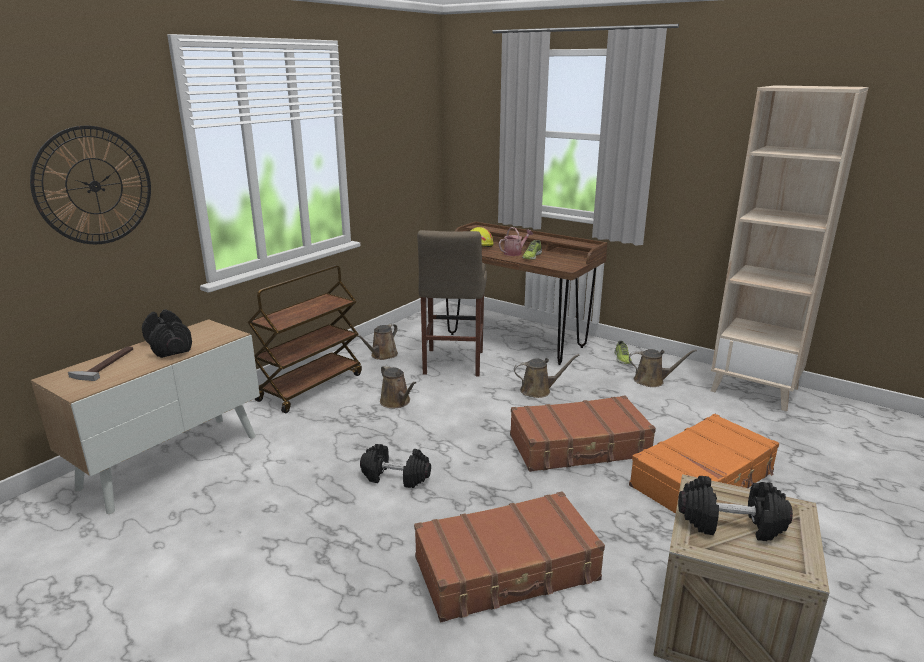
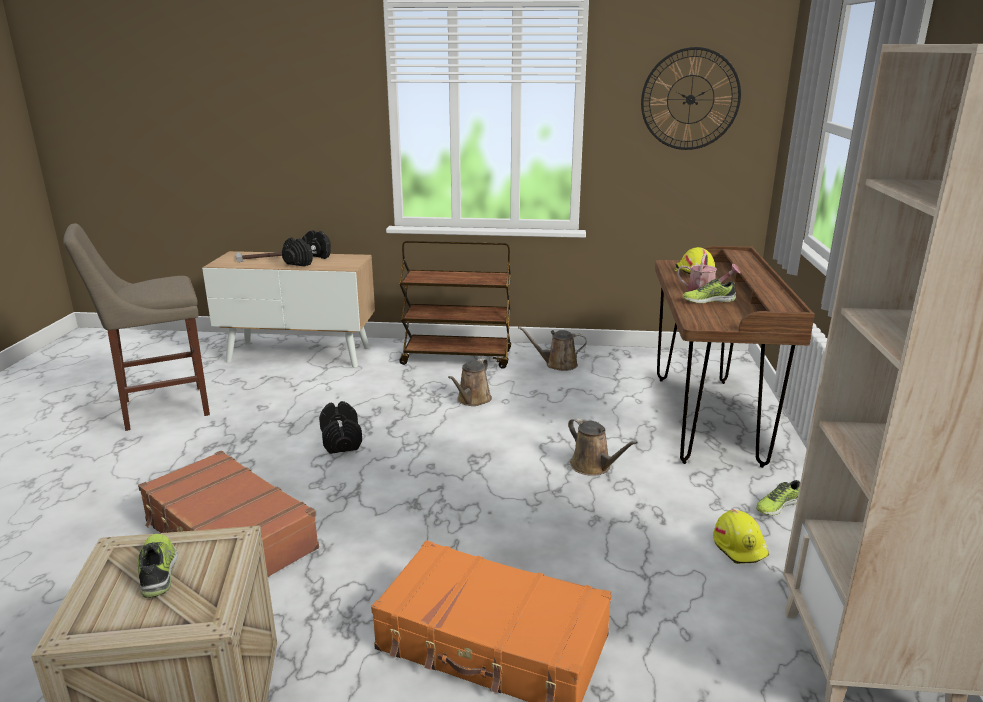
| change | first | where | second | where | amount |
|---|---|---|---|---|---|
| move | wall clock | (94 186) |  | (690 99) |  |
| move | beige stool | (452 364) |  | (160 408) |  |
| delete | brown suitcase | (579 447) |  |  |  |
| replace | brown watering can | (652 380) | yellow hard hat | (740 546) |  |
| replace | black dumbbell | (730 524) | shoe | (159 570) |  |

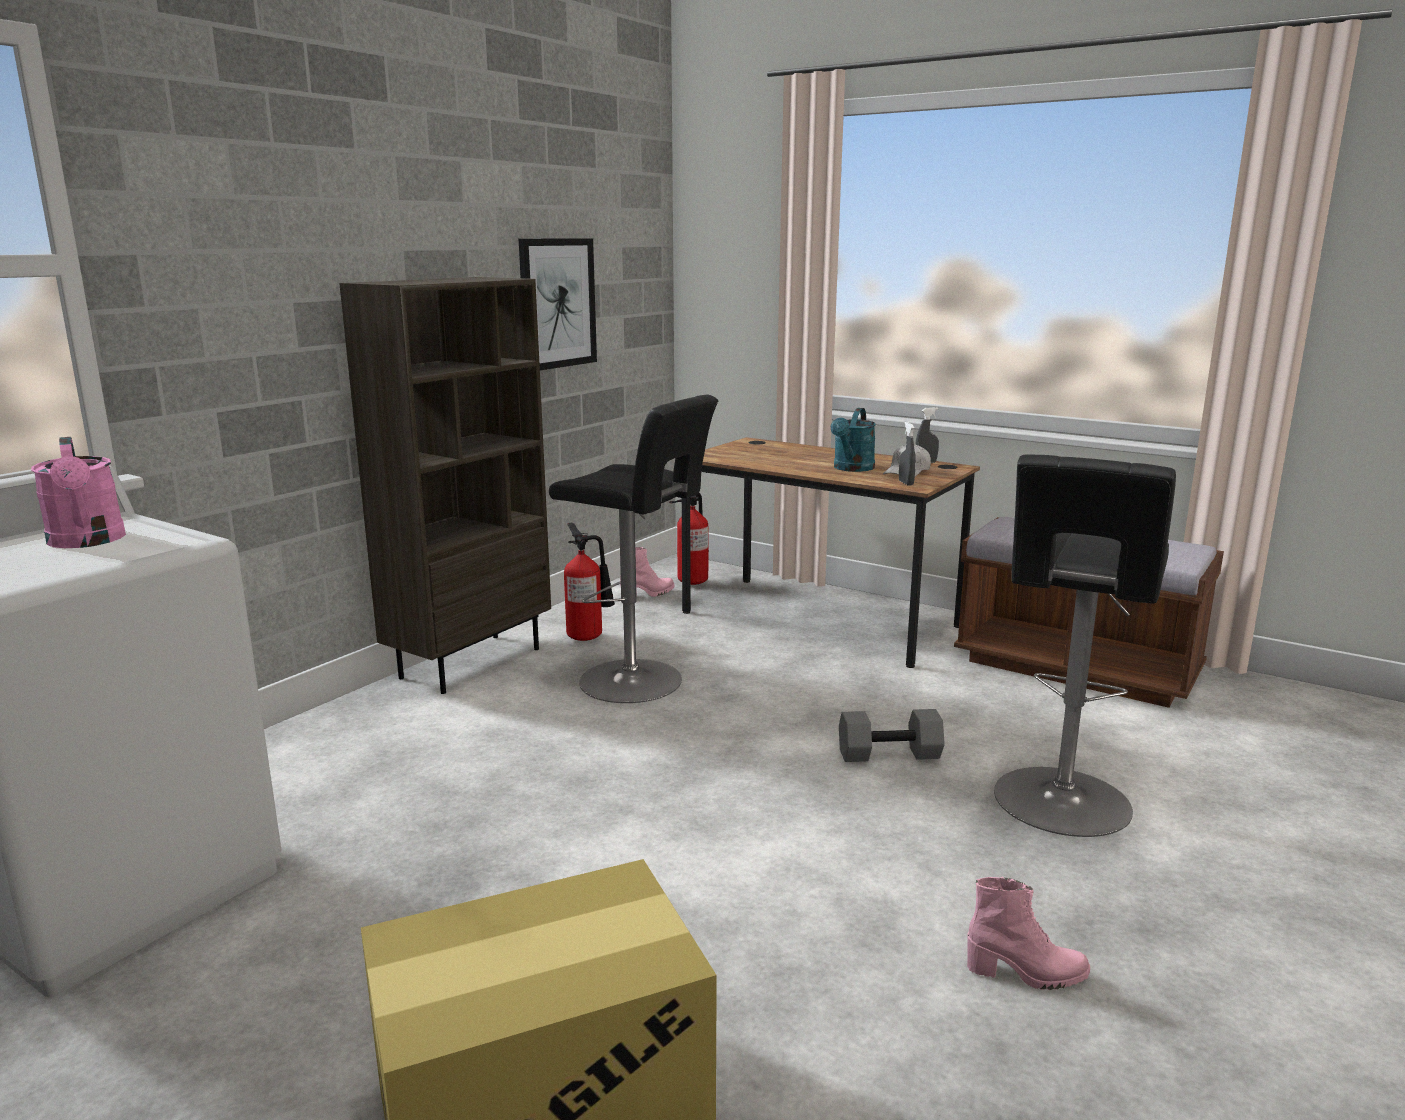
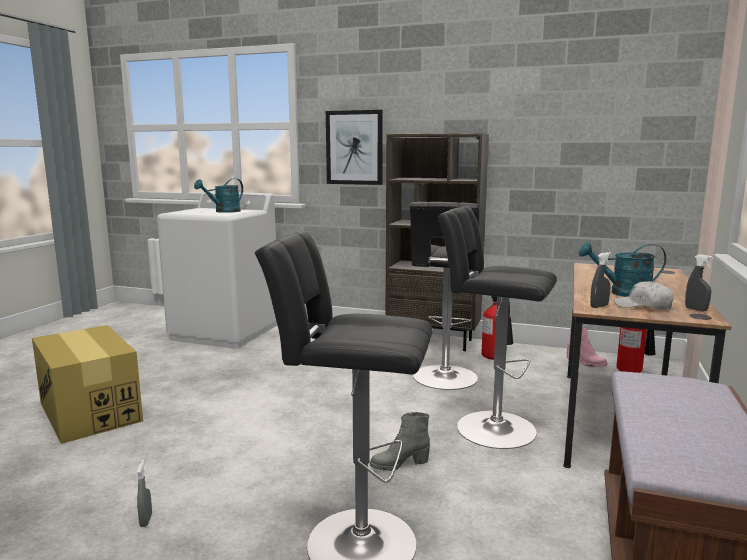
| change | first | where | second | where | amount |
|---|---|---|---|---|---|
| recolor | pink watering can | (87 541) | turquoise watering can | (223 211) |  |
| move | picture | (557 303) |  | (354 147) |  |
| replace | grey dumbbell | (890 754) | grey boot | (399 464) |  |
| replace | pink boot | (1026 974) | grey spray bottle | (146 520) |  |
| insert |  |  | black stool | (490 428) |  |

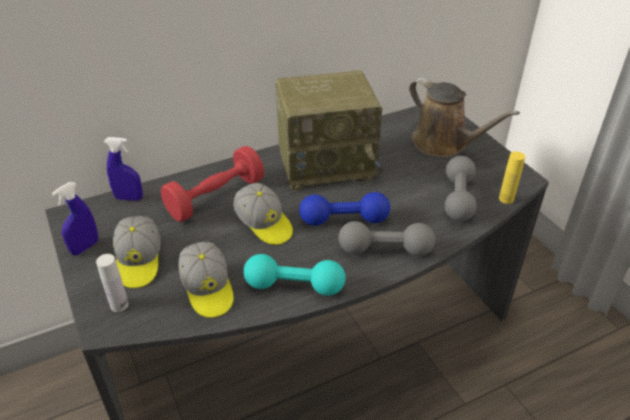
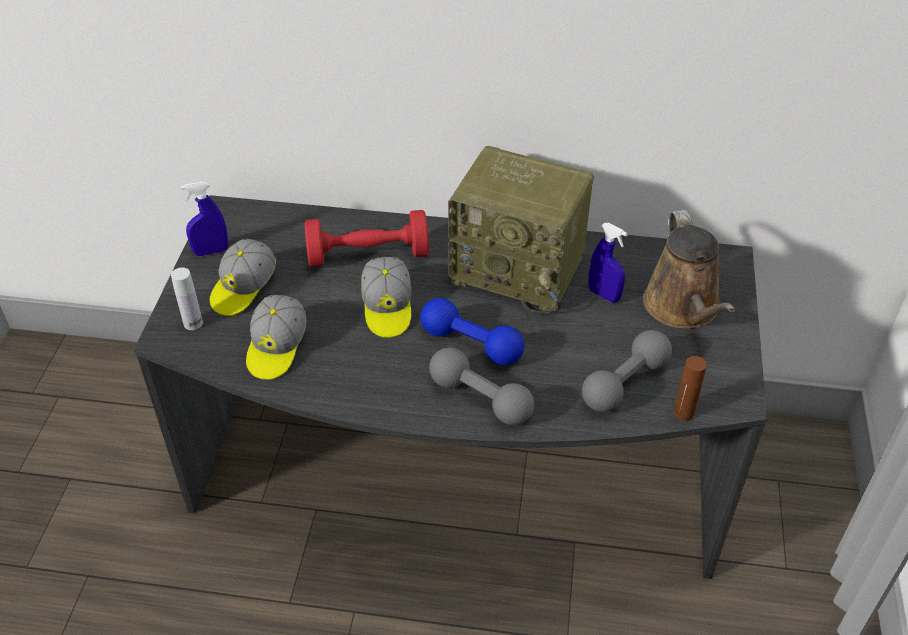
| change | first | where | second | where | amount |
|---|---|---|---|---|---|
| move | blue spray bottle | (129 198) |  | (604 295) |  |
| delete | turquoise dumbbell | (294 286) |  |  |  |
| recolor | yellow bottle | (506 199) | brown bottle | (683 412) |  |

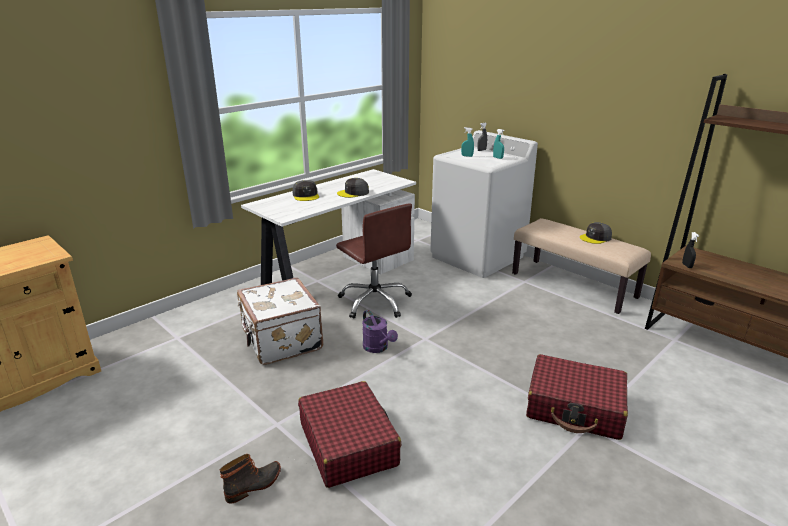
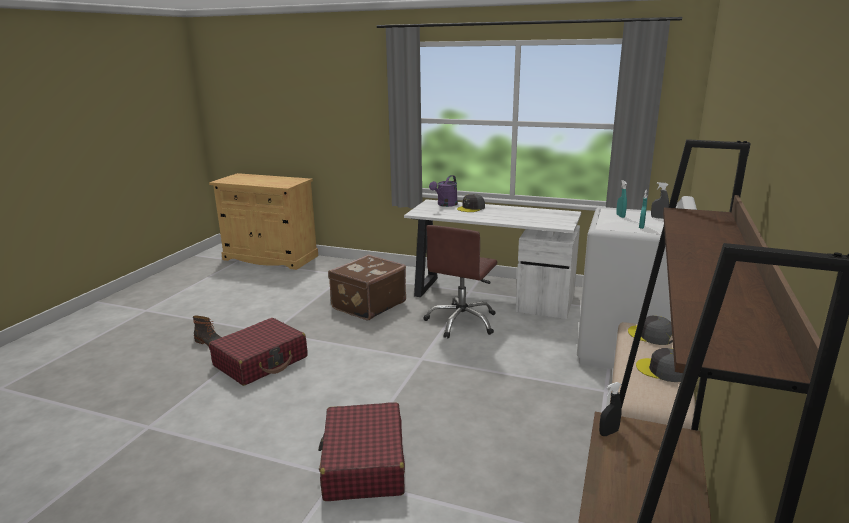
| change | first | where | second | where | amount |
|---|---|---|---|---|---|
| recolor | white suitcase | (280 341) | brown suitcase | (367 305) |  |
| move | grey cap | (353 193) |  | (651 335) |  |
| move | purple watering can | (378 348) |  | (445 205) |  |

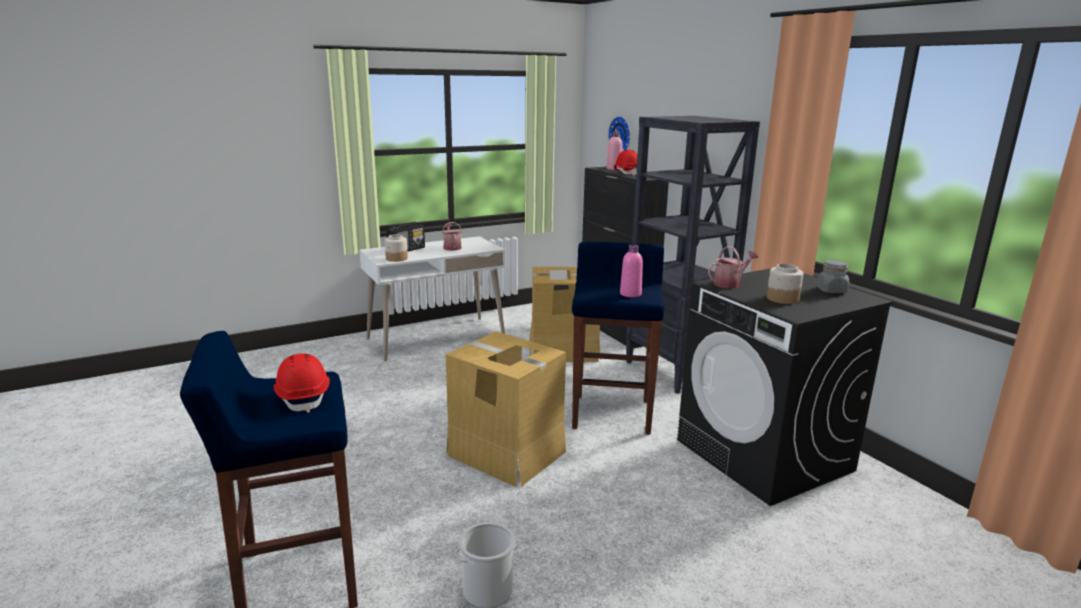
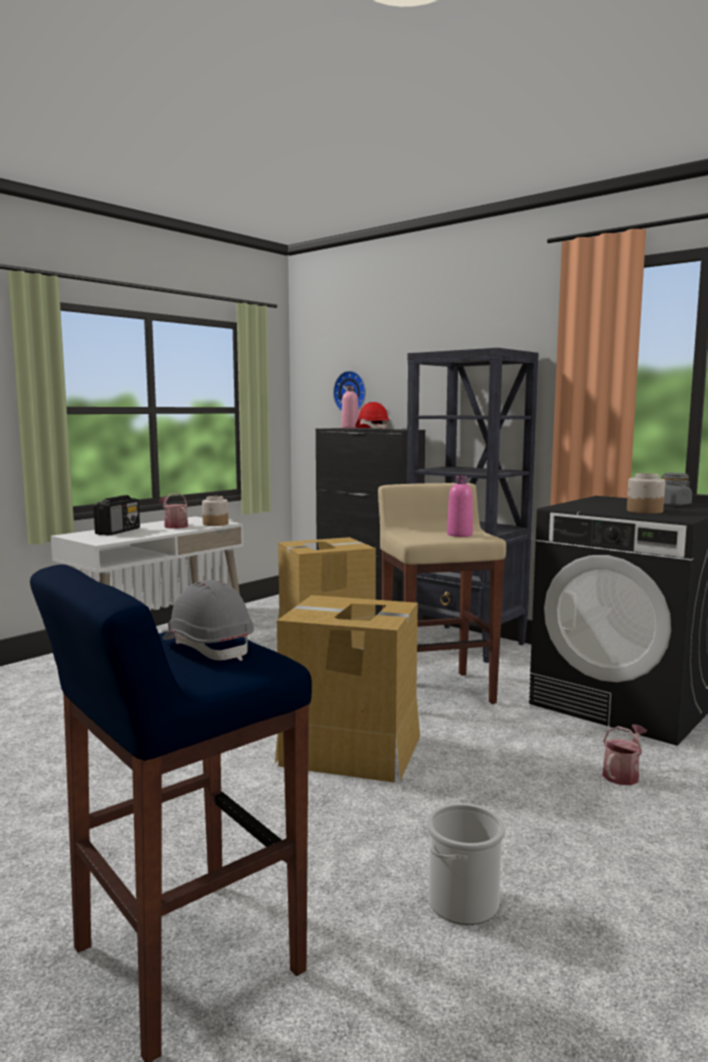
| change | first | where | second | where | amount |
|---|---|---|---|---|---|
| recolor | red hard hat | (304 397) | grey hard hat | (208 648) |  |
| move | jar | (396 259) |  | (215 524) |  |
| recolor | blue stool | (612 413) | beige stool | (436 691) |  |
| move | watering can | (730 283) |  | (622 774) |  |

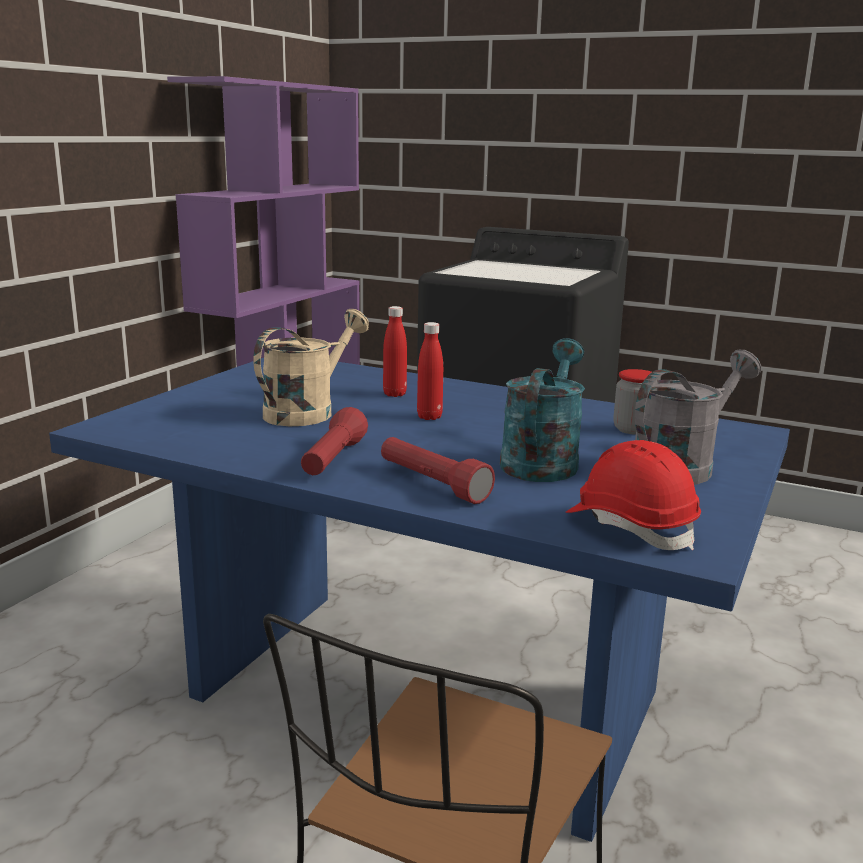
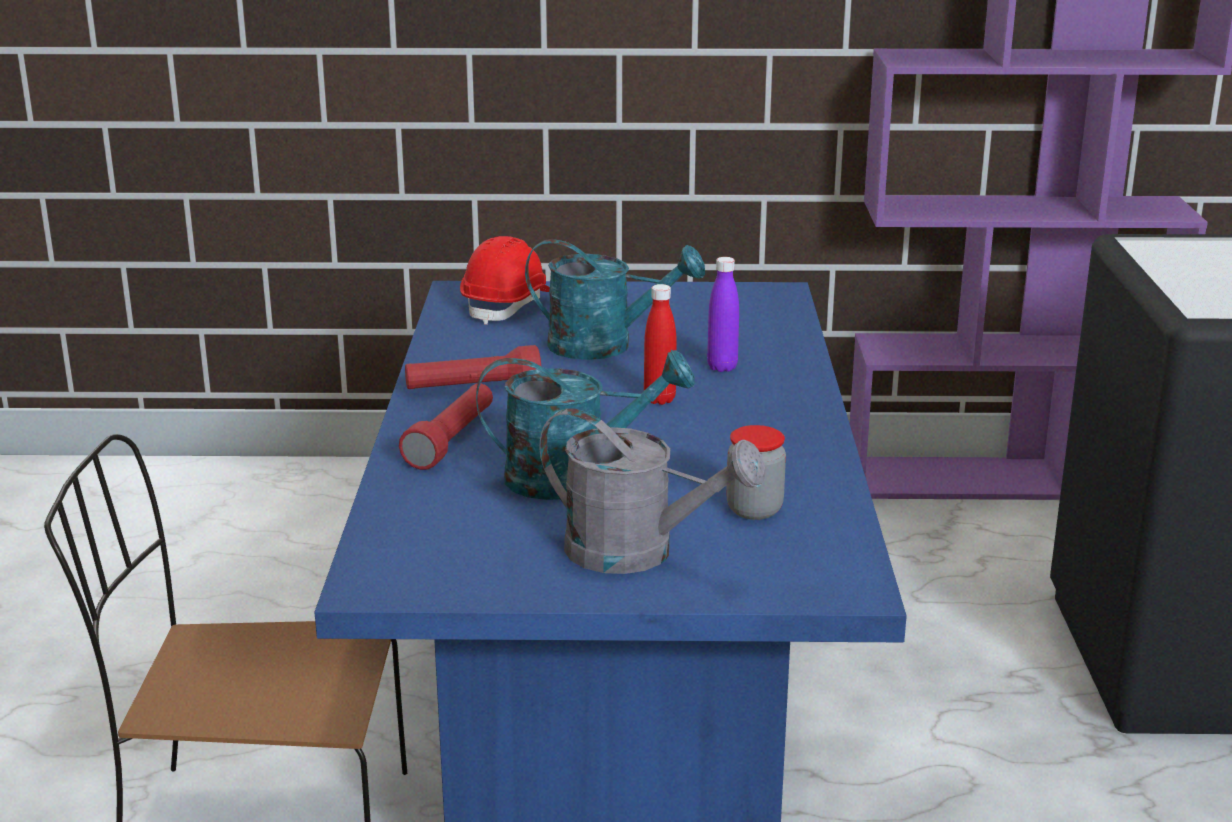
| change | first | where | second | where | amount |
|---|---|---|---|---|---|
| recolor | beige watering can | (307 411) | turquoise watering can | (605 346) |  |
| recolor | red bottle | (394 394) | purple bottle | (722 367) |  |
| move | red hard hat | (631 527) |  | (508 306) |  |

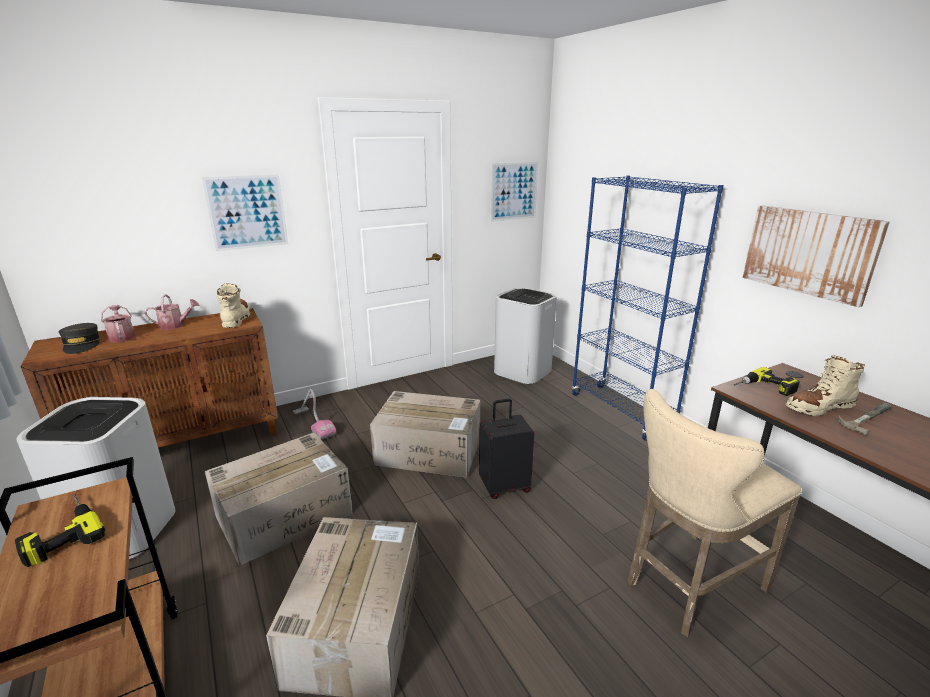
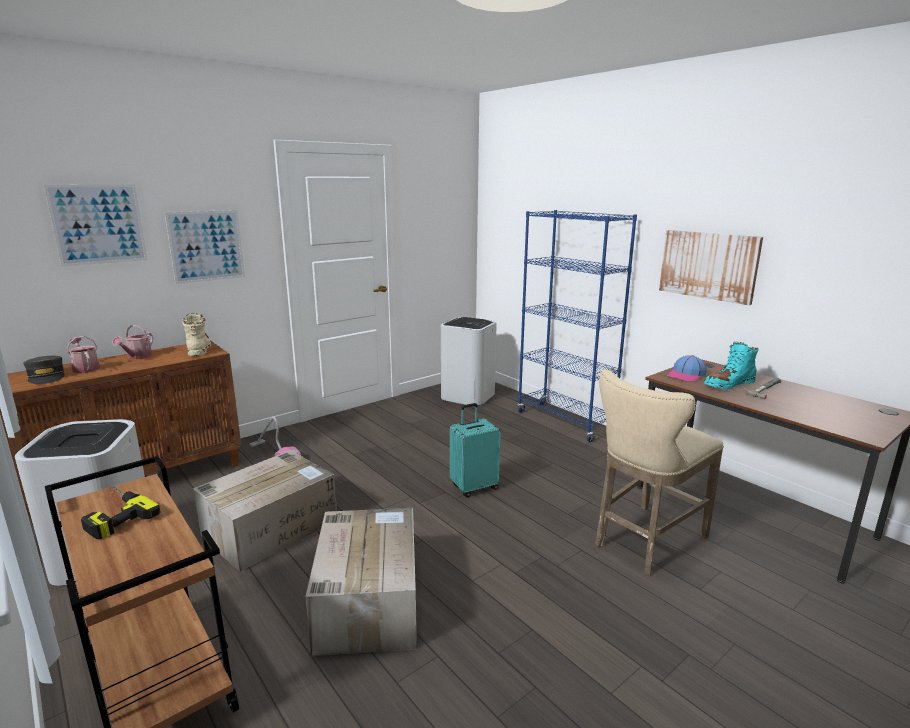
| change | first | where | second | where | amount |
|---|---|---|---|---|---|
| rotate | watering can | (175 325) |  | (137 357) | 120 degrees clockwise |
| delete | cardboard box | (430 451) |  |  |  |
| recolor | black suitcase | (504 486) | turquoise suitcase | (474 487) |  |
| move | picture | (514 191) |  | (98 224) |  |
| replace | power drill | (764 388) | cap | (686 375) |  |
| recolor | beige boot | (819 407) | turquoise boot | (729 385) |  |

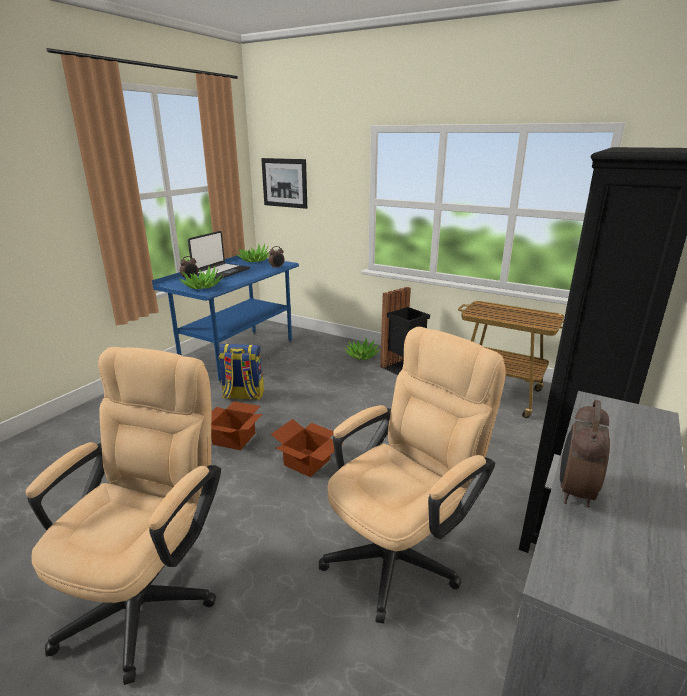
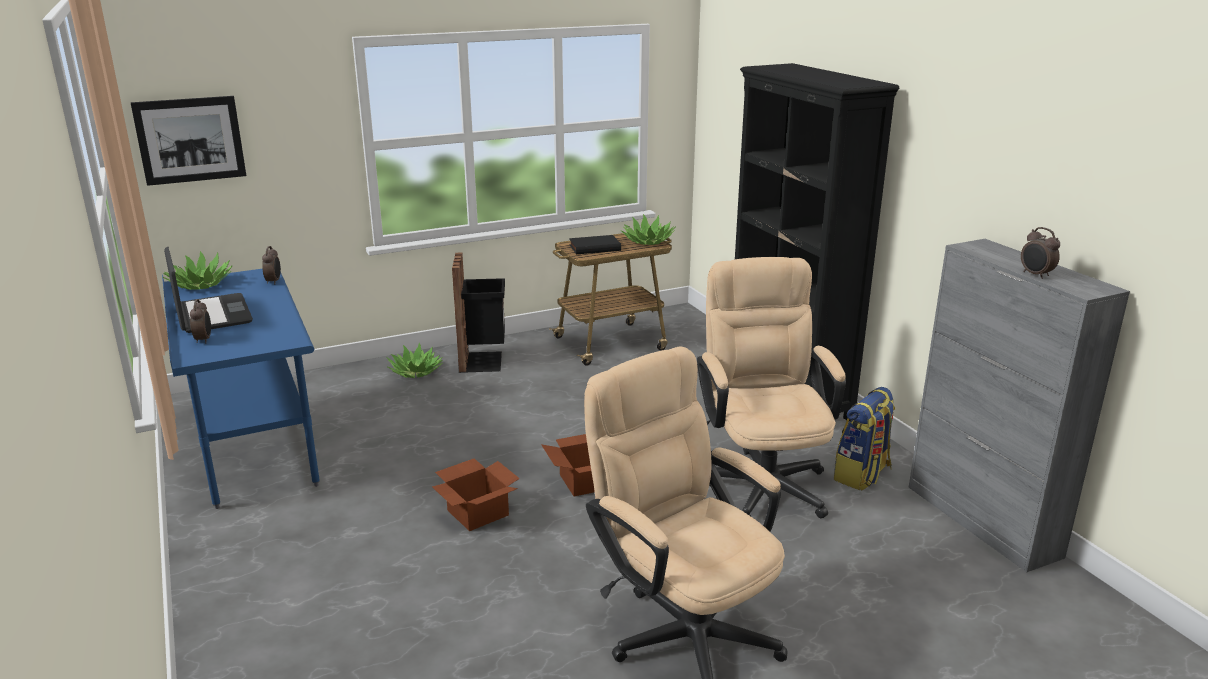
| change | first | where | second | where | amount |
|---|---|---|---|---|---|
| move | potted plant | (202 286) |  | (647 241) |  |
| move | backpack | (243 396) |  | (862 475) |  |
| insert |  |  | black book | (595 247) |  |

